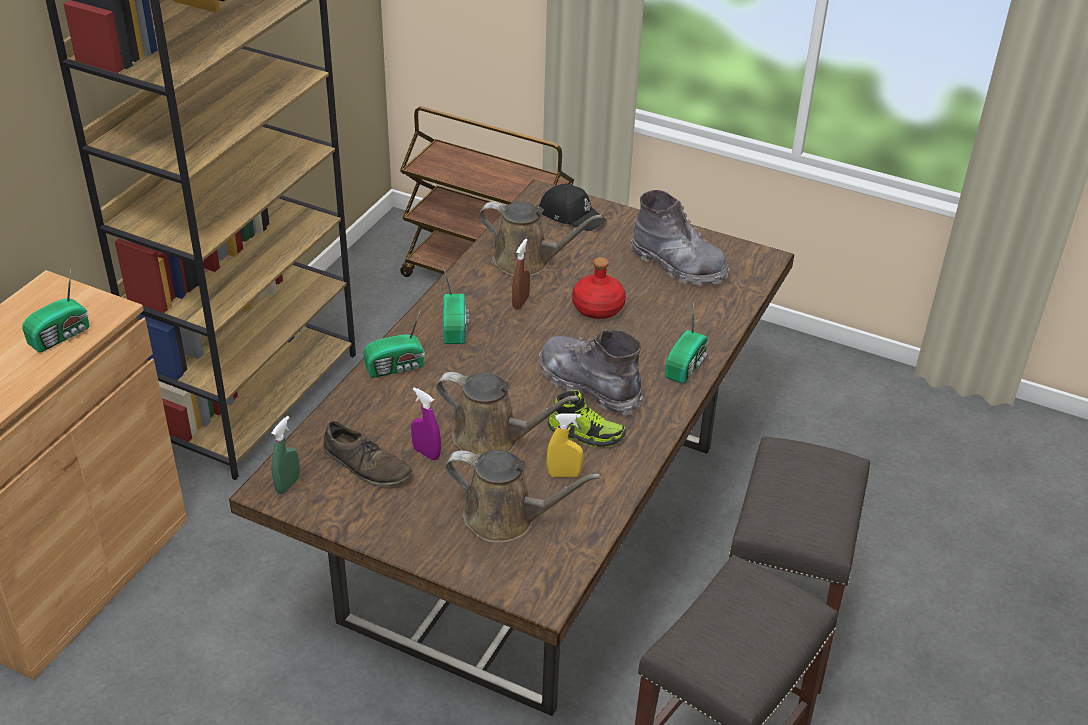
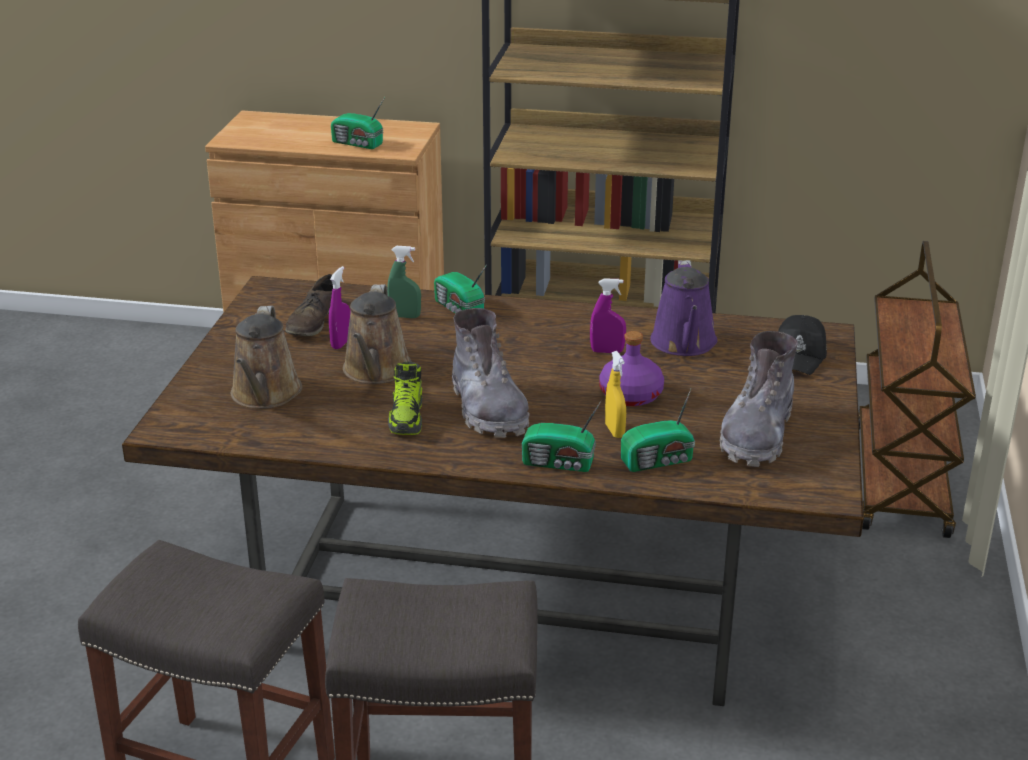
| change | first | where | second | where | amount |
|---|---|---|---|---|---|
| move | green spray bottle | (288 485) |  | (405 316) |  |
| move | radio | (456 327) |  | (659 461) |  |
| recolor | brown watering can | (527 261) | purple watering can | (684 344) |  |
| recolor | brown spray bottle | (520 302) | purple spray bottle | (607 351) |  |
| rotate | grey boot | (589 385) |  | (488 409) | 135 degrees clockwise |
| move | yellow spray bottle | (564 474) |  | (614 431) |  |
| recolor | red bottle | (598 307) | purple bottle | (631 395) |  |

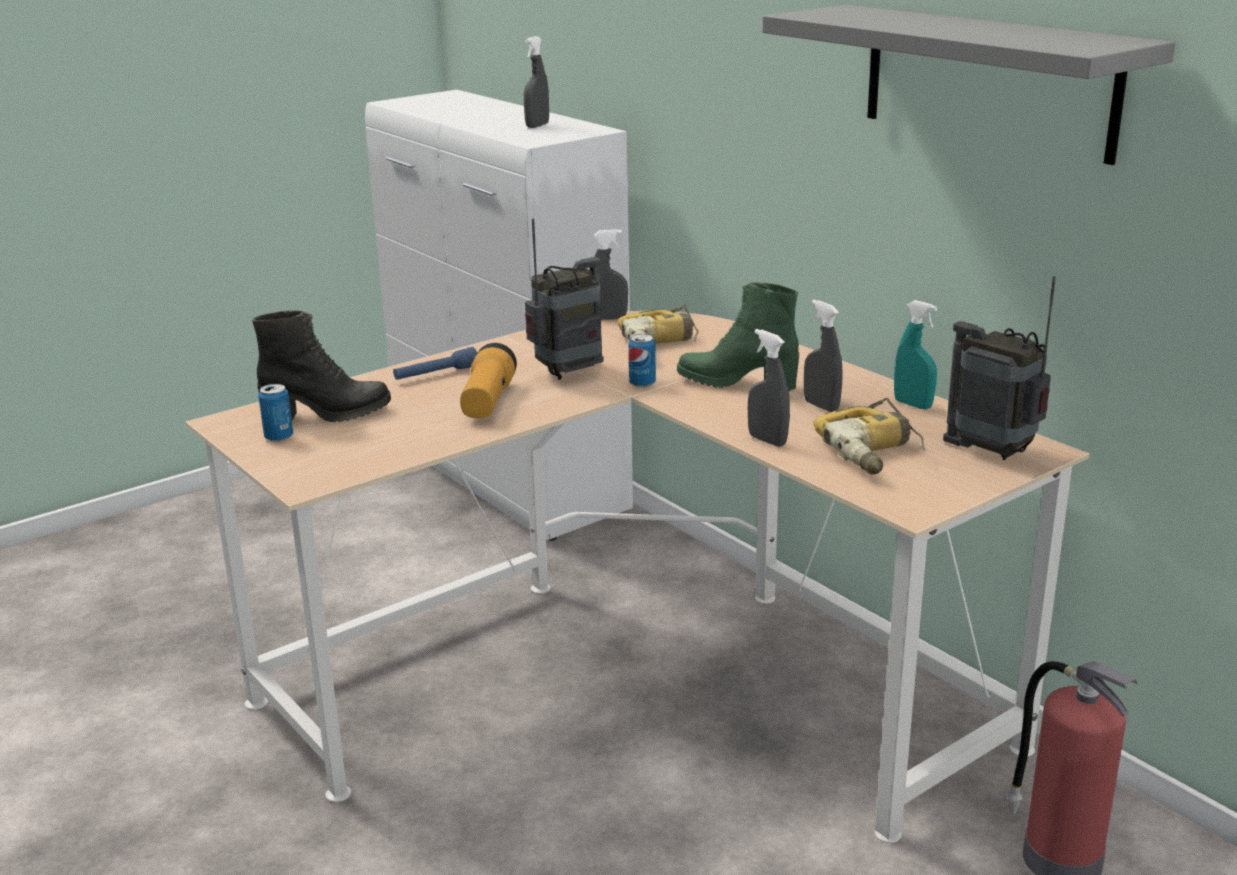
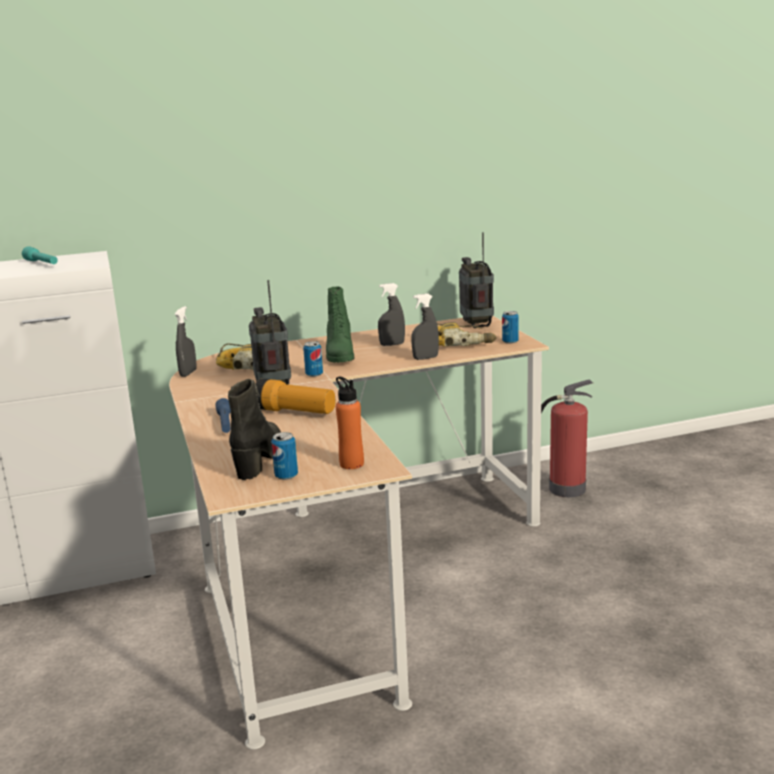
| change | first | where | second | where | amount |
|---|---|---|---|---|---|
| replace | grey spray bottle | (537 126) | turquoise flashlight | (42 263) |  |
| rotate | green boot | (737 382) |  | (339 356) | 45 degrees counterclockwise |
| delete | grey shelf | (987 81) |  |  |  |
| delete | turquoise spray bottle | (913 404) |  |  |  |
| rotate | radio | (993 452) |  | (476 325) | 105 degrees clockwise |
| insert |  |  | orange bottle | (351 464) |  |
| insert |  |  | can | (510 341) |  |

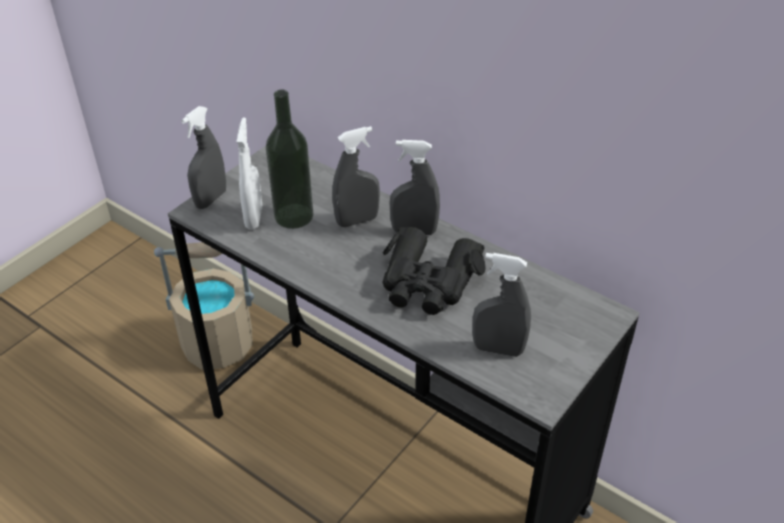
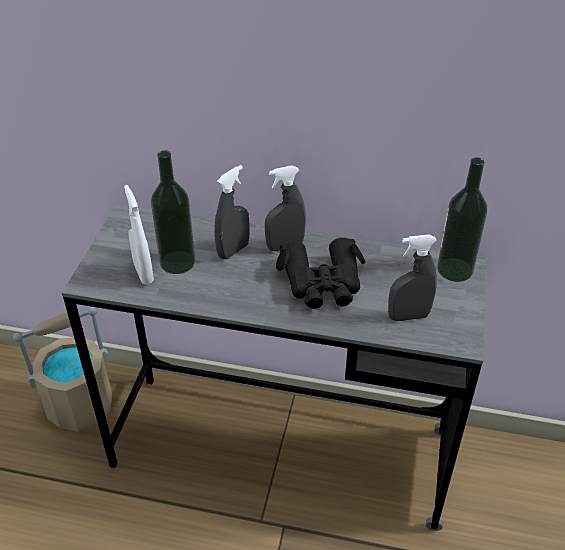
| change | first | where | second | where | amount |
|---|---|---|---|---|---|
| delete | grey spray bottle | (211 199) |  |  |  |
| insert |  |  | bottle | (454 269) |  |

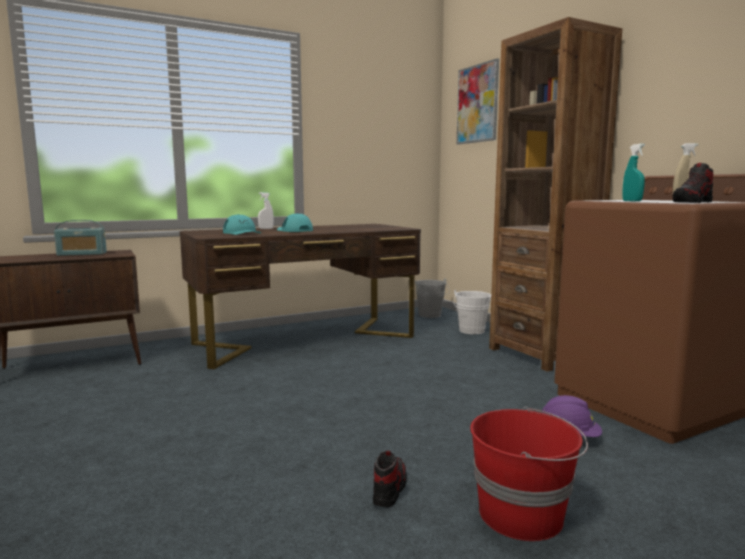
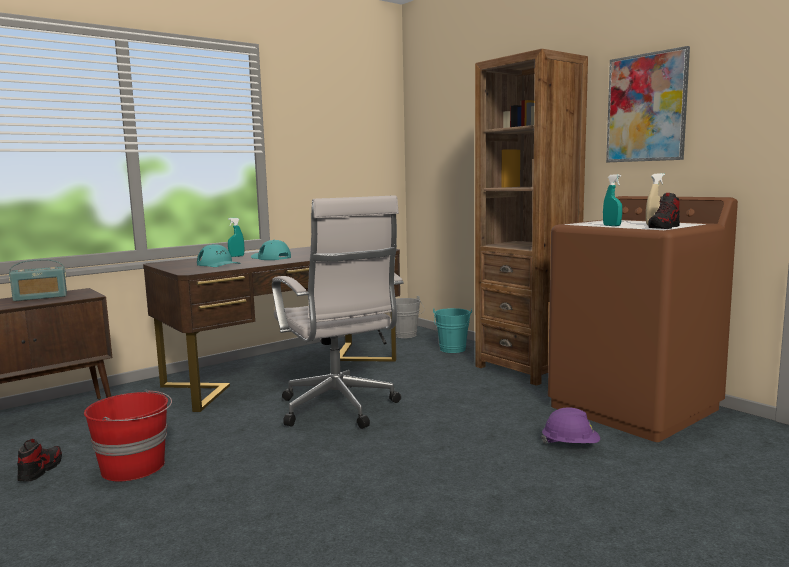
| change | first | where | second | where | amount |
|---|---|---|---|---|---|
| recolor | white spray bottle | (266 229) | turquoise spray bottle | (236 256) |  |
| move | shoe | (389 489) |  | (41 469) |  |
| recolor | white bucket | (471 331) | turquoise bucket | (452 350) |  |
| move | picture | (477 104) |  | (646 108) |  |
| move | red bucket | (522 514) |  | (134 467) |  |
| insert |  |  | white office chair | (339 410) |  |

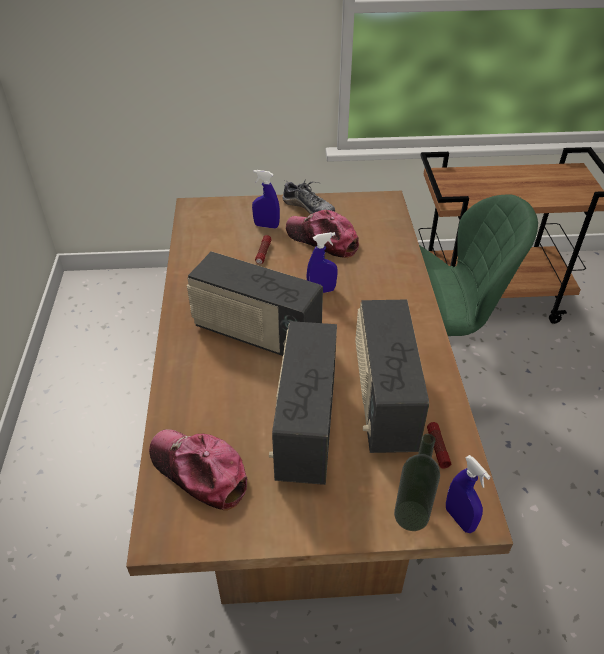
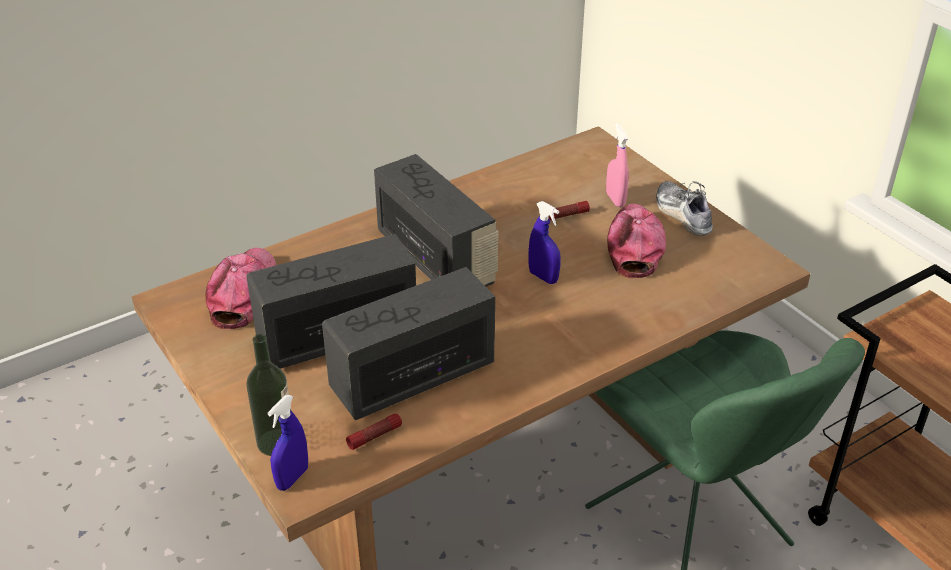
| change | first | where | second | where | amount |
|---|---|---|---|---|---|
| rotate | radio | (256 334) |  | (436 259) | 150 degrees clockwise |
| recolor | blue spray bottle | (266 226) | pink spray bottle | (615 199) |  |
| rotate | shoe | (308 208) |  | (683 215) | 150 degrees clockwise |

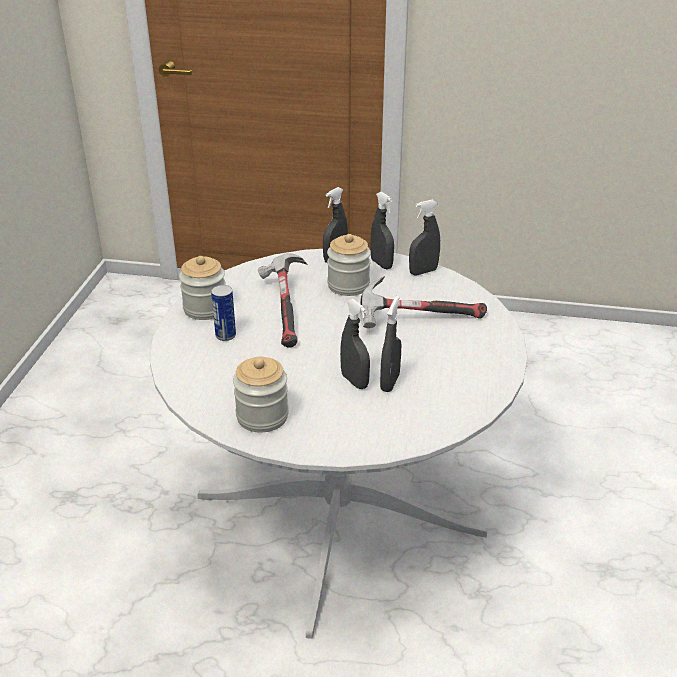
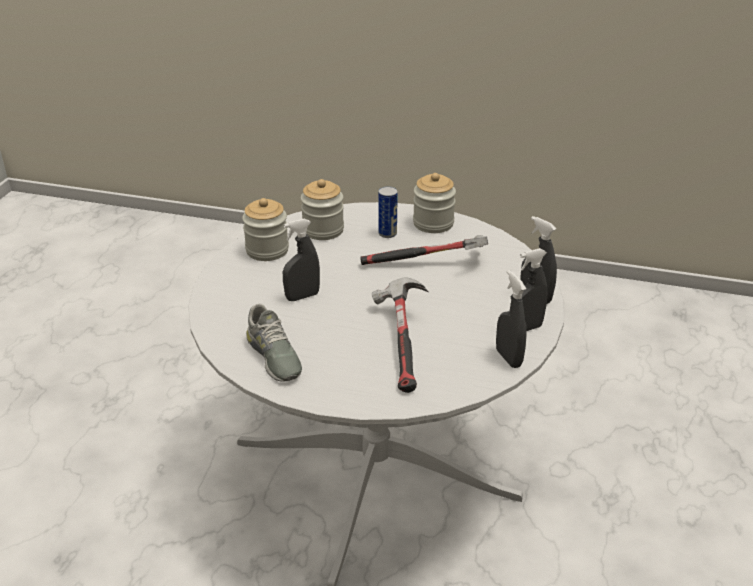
| change | first | where | second | where | amount |
|---|---|---|---|---|---|
| move | jar | (348 285) |  | (323 230) |  |
| delete | grey spray bottle | (390 382) |  |  |  |
| insert |  |  | grey shoe | (273 356) |  |

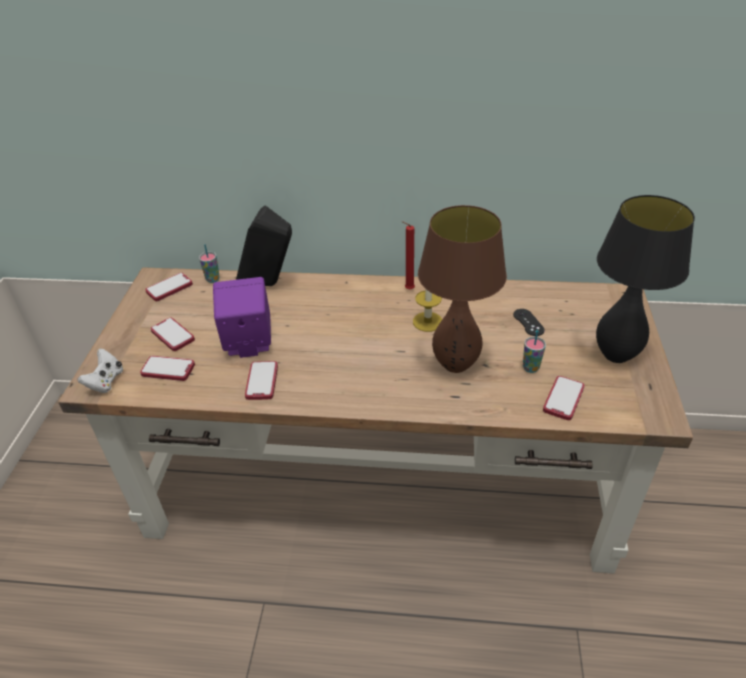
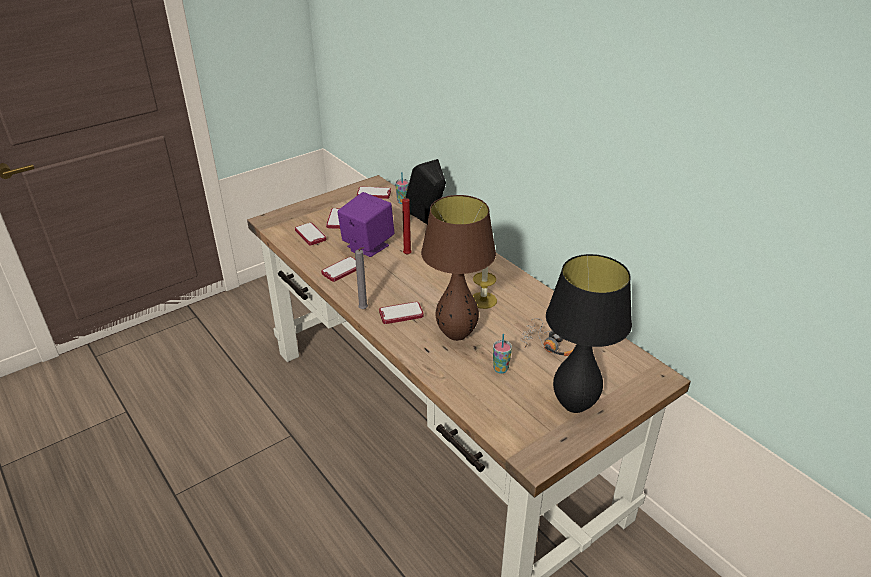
| change | first | where | second | where | amount |
|---|---|---|---|---|---|
| delete | white game controller | (106 381) |  |  |  |
| move | red candle | (408 289) |  | (406 254) |  |
| replace | black game controller | (528 322) | headphones | (549 344) |  |
| move | phone | (563 399) |  | (401 314) |  |
| insert |  |  | grey candle | (364 310) |  |

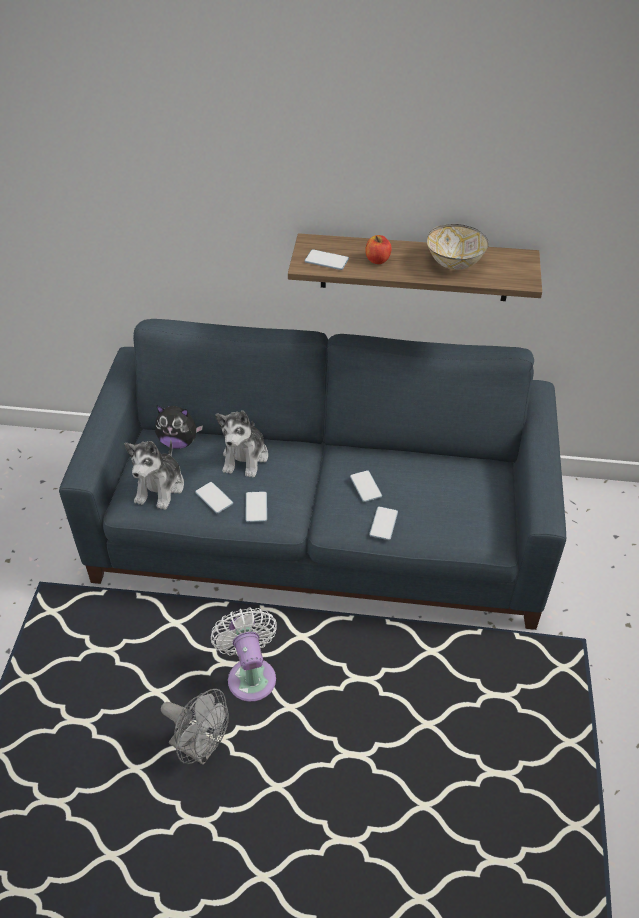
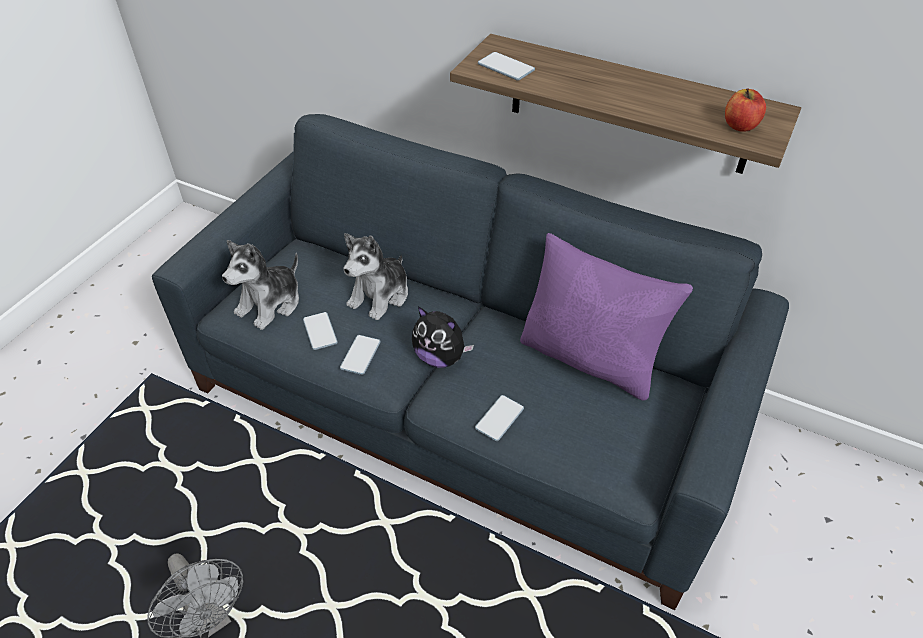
| change | first | where | second | where | amount |
|---|---|---|---|---|---|
| move | plush toy | (179 442) |  | (440 357) |  |
| delete | white fan | (250 675) |  |  |  |
| delete | phone | (365 487) |  |  |  |
| move | apple | (377 260) |  | (740 126) |  |
| delete | bowl | (454 262) |  |  |  |
| insert |  |  | purple pillow | (590 358) |  |

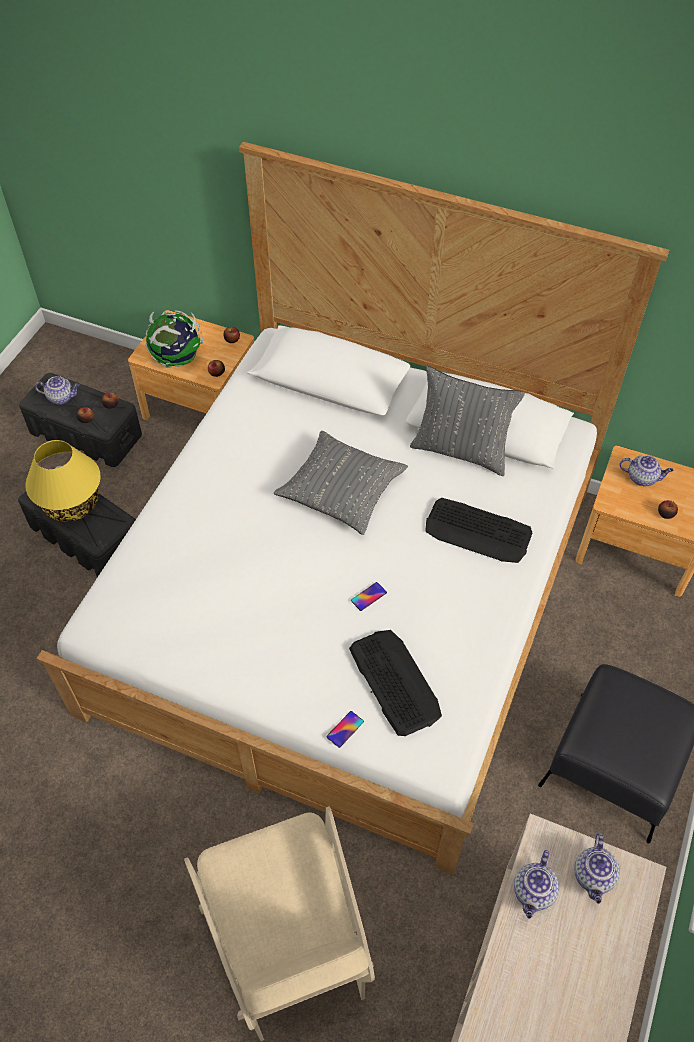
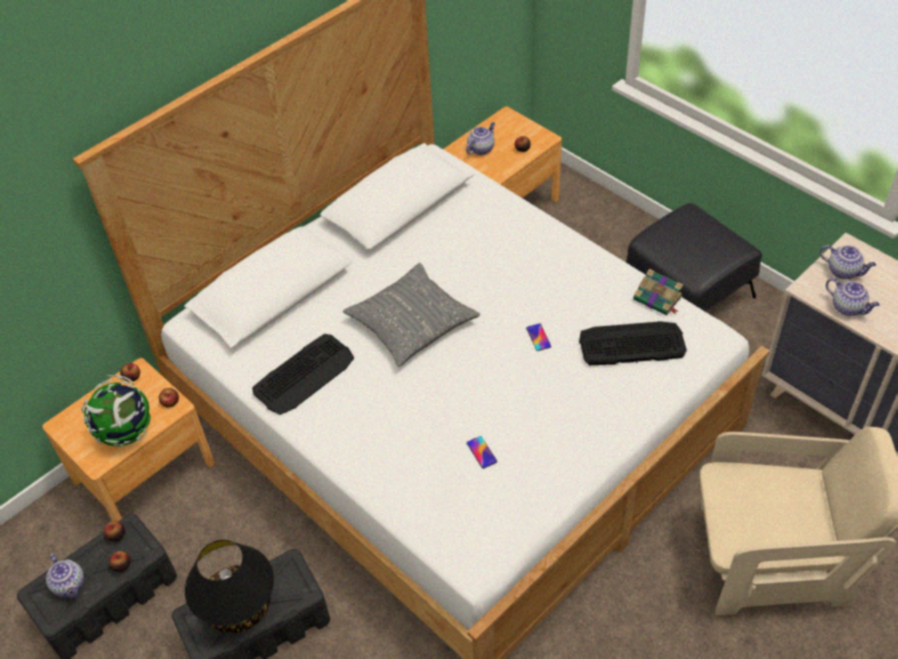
| change | first | where | second | where | amount |
|---|---|---|---|---|---|
| recolor | yellow table lamp | (71 504) | black table lamp | (239 606) |  |
| rotate | teapot | (61 397) |  | (70 585) | 120 degrees clockwise |
| move | phone | (345 729) |  | (481 452) |  |
| delete | grey pillow | (461 450) |  |  |  |
| move | keyboard | (478 531) |  | (304 374) |  |
| insert |  |  | book | (658 299) |  |

